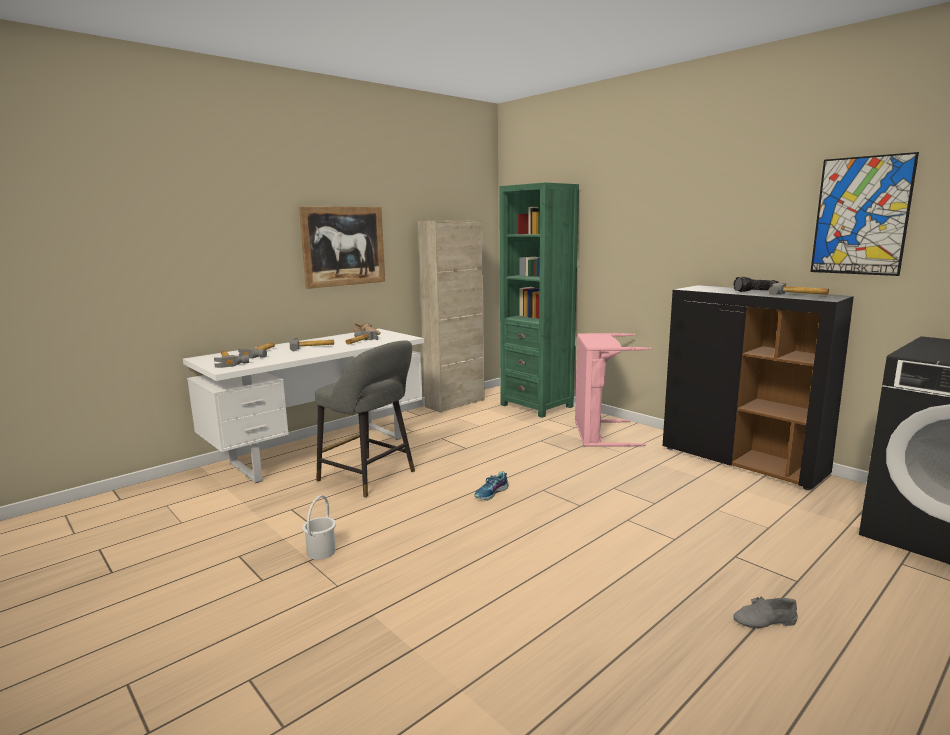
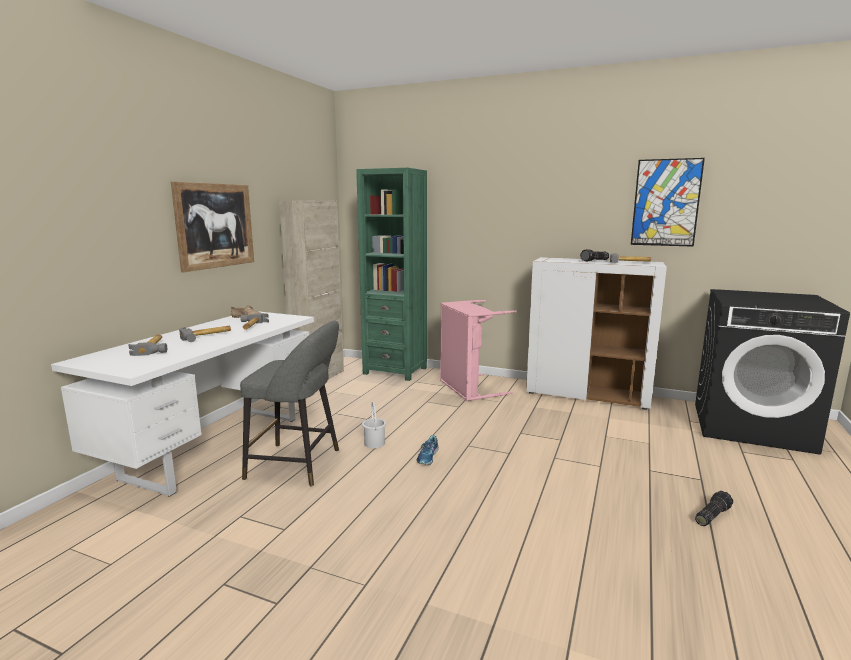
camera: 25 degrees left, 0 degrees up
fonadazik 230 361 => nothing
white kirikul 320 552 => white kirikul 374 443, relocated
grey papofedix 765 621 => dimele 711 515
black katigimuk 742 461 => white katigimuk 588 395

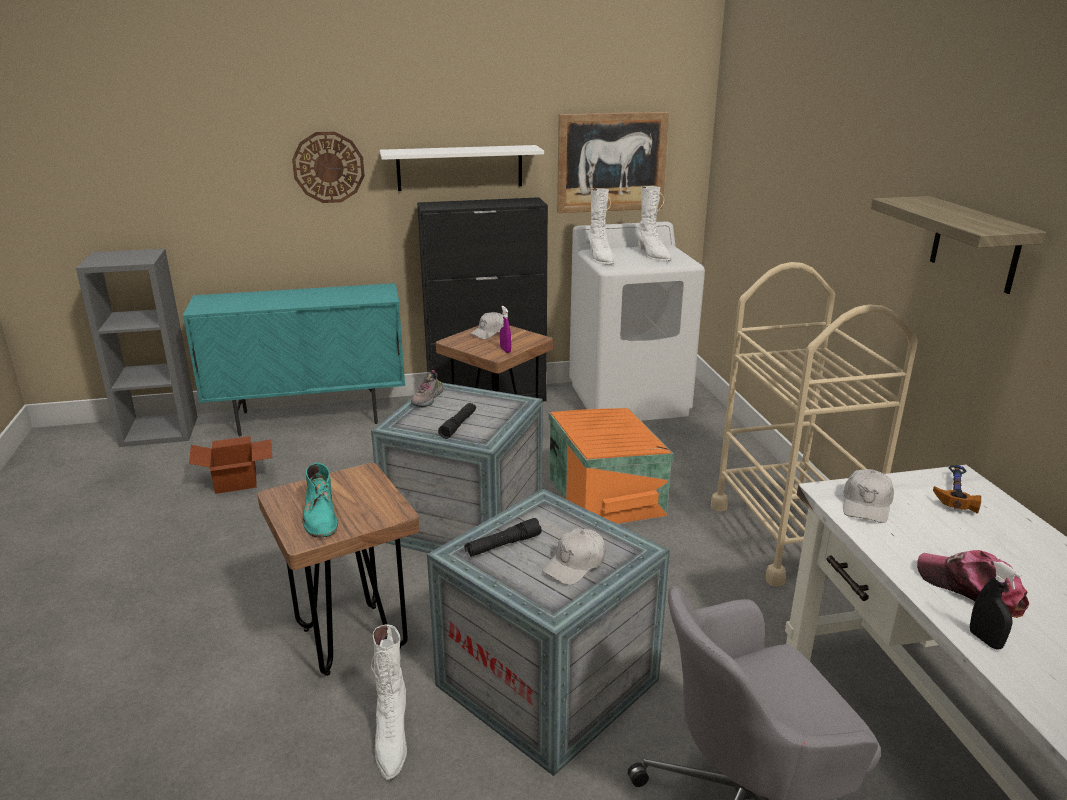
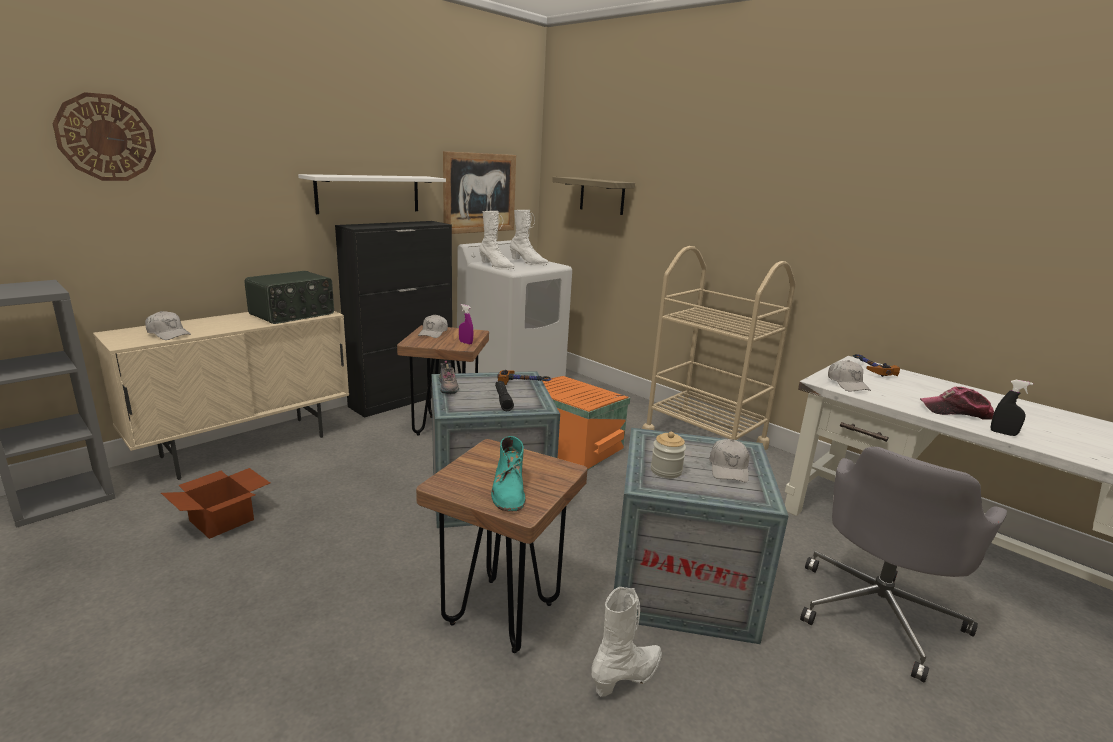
camera: 35 degrees left, 5 degrees down
nothing => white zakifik 168 334
nothing => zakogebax 293 314
nothing => fonadazik 525 383
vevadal 328 167 => vevadal 106 138, relocated
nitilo 975 244 => nitilo 602 196, relocated
black dimele 503 545 => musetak 666 471
turquoise katigimuk 310 418 => beige katigimuk 246 446
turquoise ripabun 320 516 => turquoise ripabun 508 490, 45 degrees clockwise
white ripabun 391 740 => white ripabun 628 677, 90 degrees counterclockwise

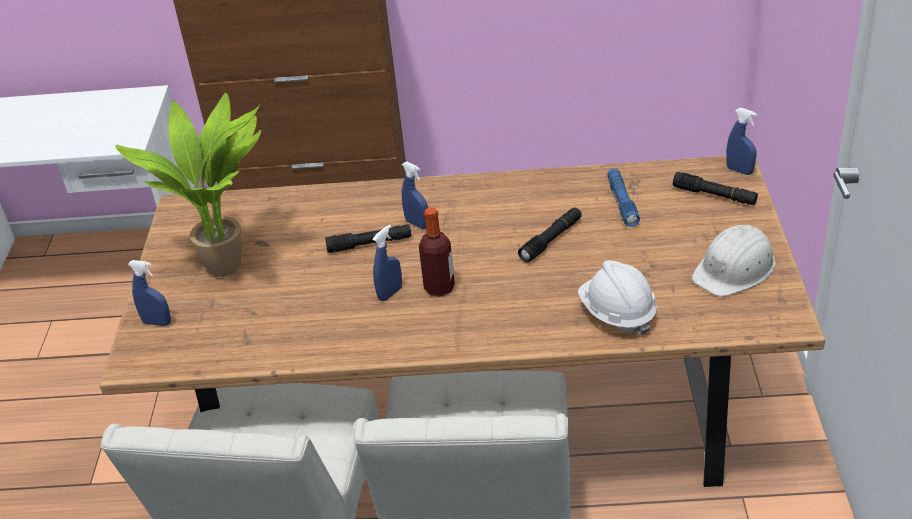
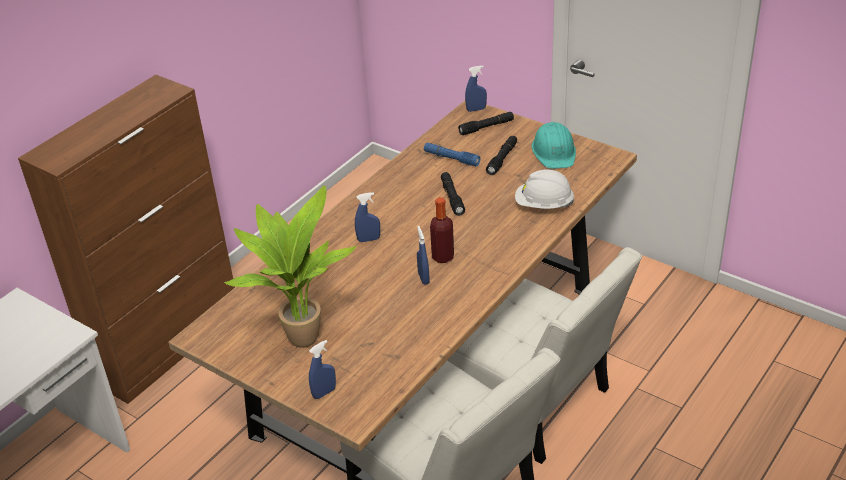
camera: 55 degrees left, 0 degrees up
black dimele 369 244 => black dimele 502 159, relocated
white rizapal 735 269 => turquoise rizapal 554 152

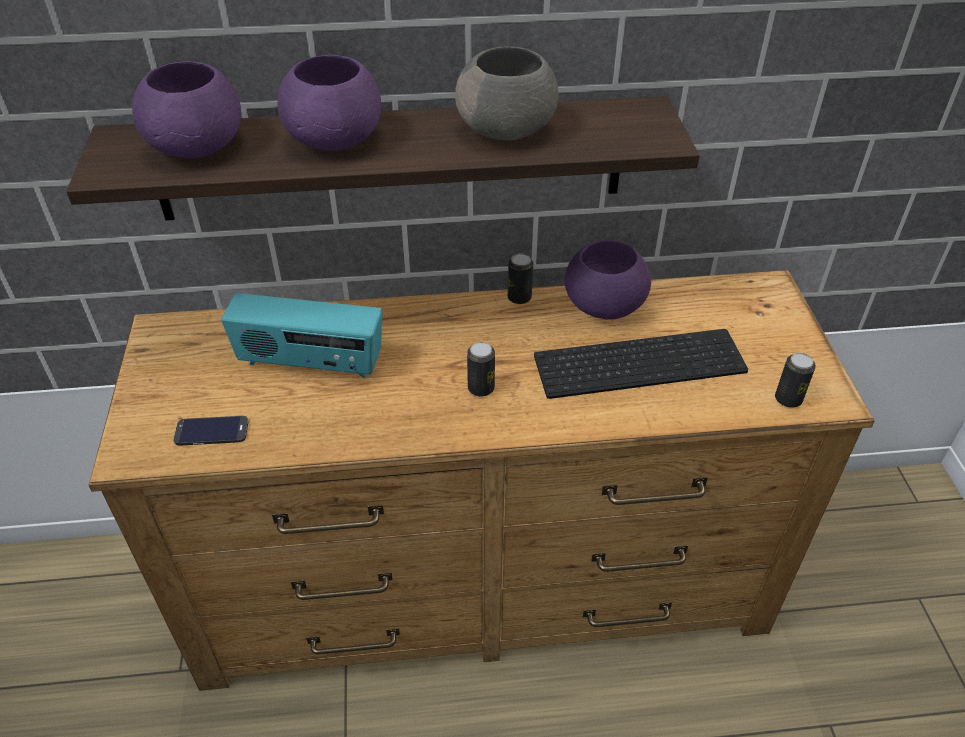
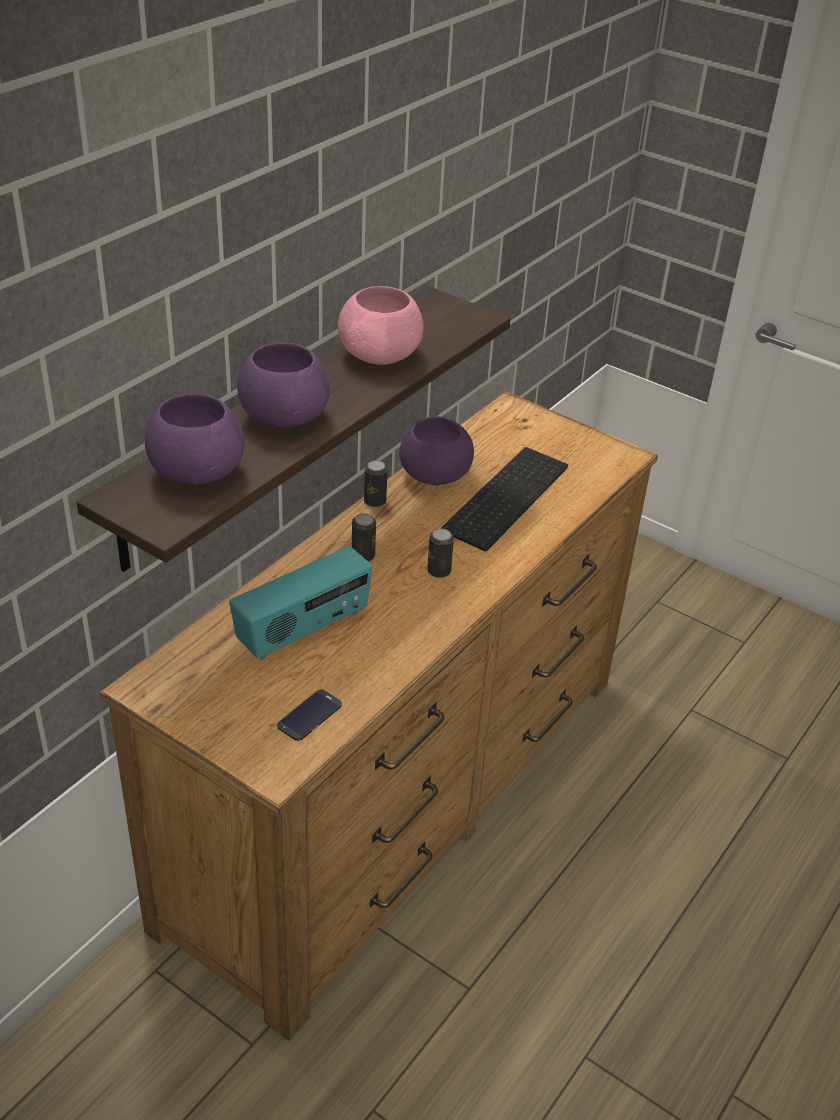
camera: 50 degrees left, 5 degrees down
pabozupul 788 399 => pabozupul 363 556, relocated
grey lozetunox 507 130 => pink lozetunox 381 354

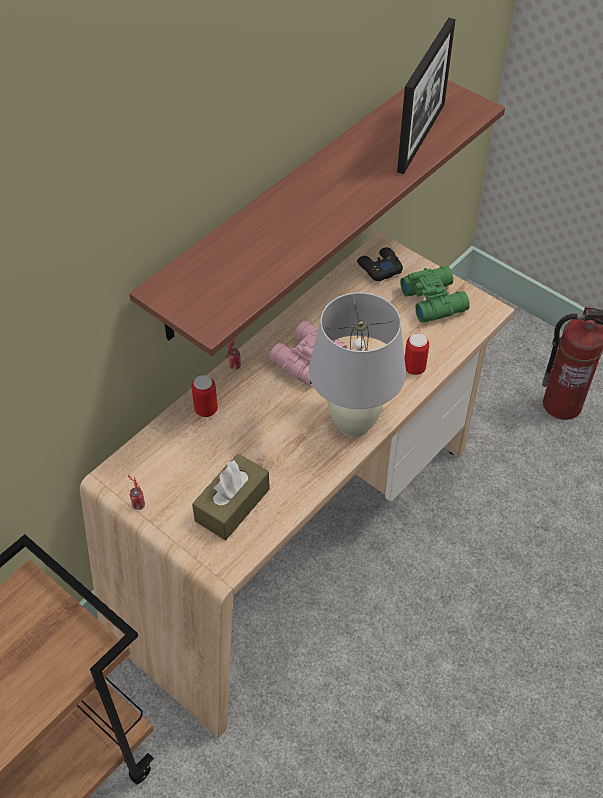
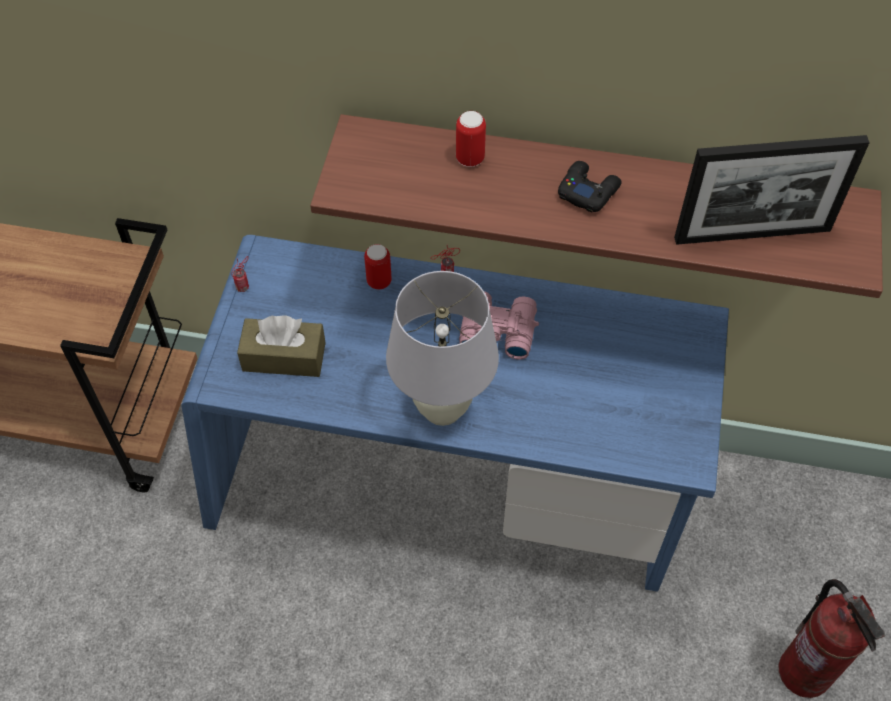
camera: 60 degrees right, 5 degrees up
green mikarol 434 299 => nothing
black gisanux 379 268 => black gisanux 588 191, relocated
pabozupul 414 368 => pabozupul 470 158, relocated
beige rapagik 301 541 => blue rapagik 445 491

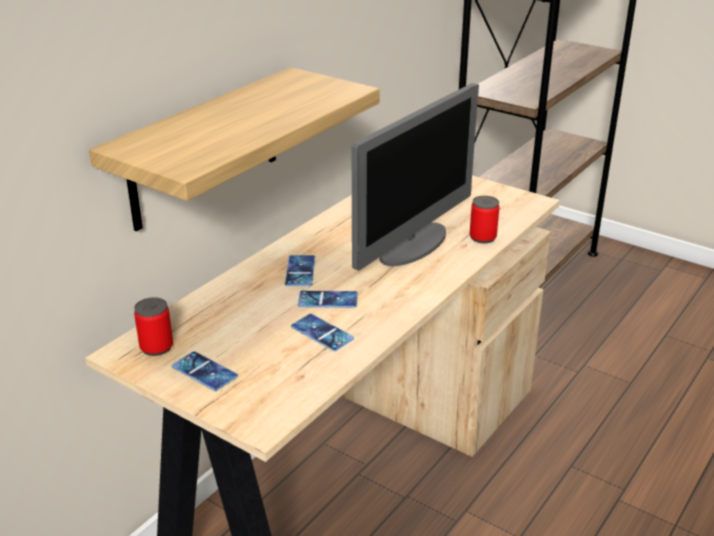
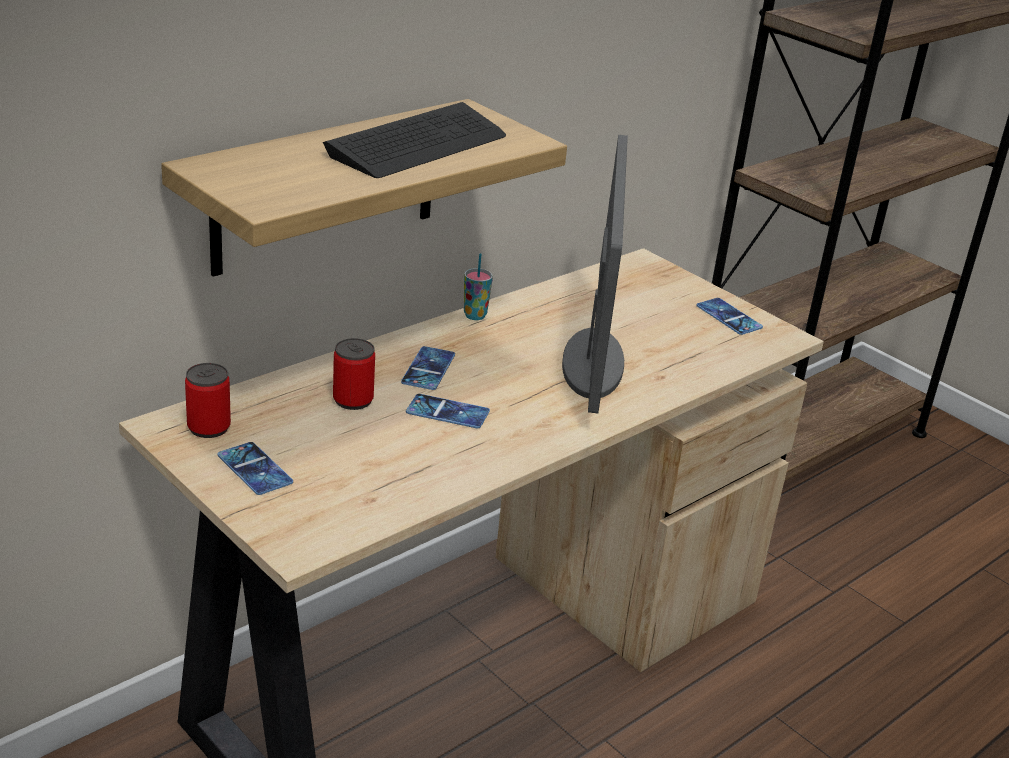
camera: 10 degrees right, 0 degrees up
nothing => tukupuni 418 145
nothing => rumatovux 475 316
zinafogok 322 333 => zinafogok 729 317, relocated
pabozupul 482 237 => pabozupul 353 400, relocated
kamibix 413 245 => kamibix 593 363, 45 degrees counterclockwise

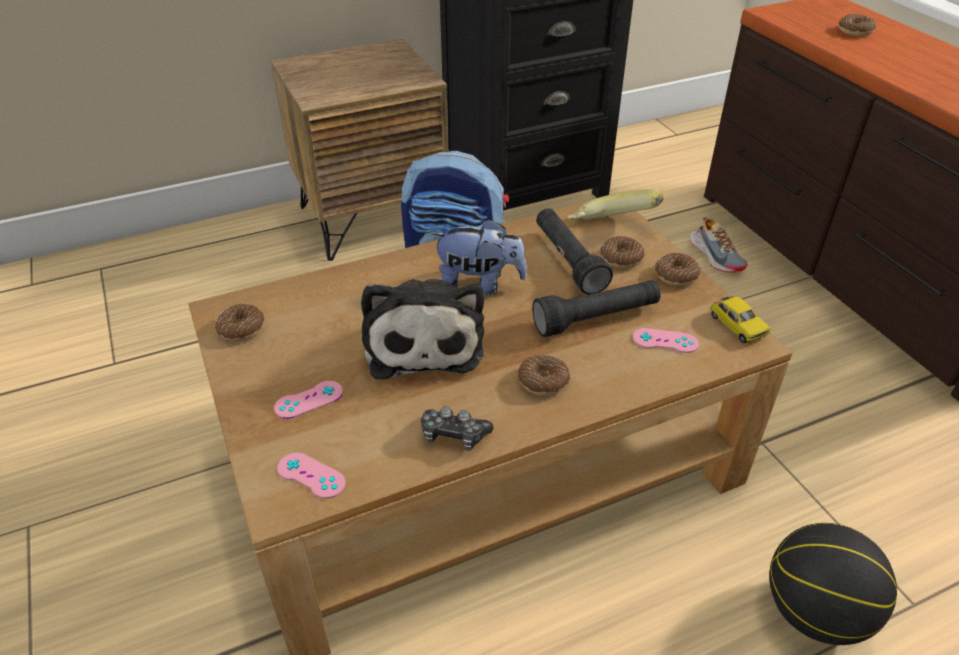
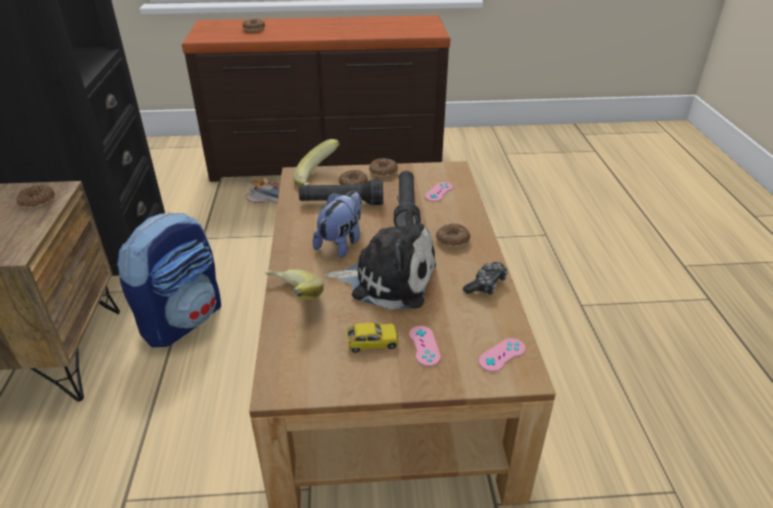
camera: 70 degrees left, 5 degrees down
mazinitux 815 613 => nothing
nothing => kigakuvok 291 299
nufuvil 241 328 => nufuvil 38 202, relocated
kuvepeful 738 326 => kuvepeful 372 342, relocated

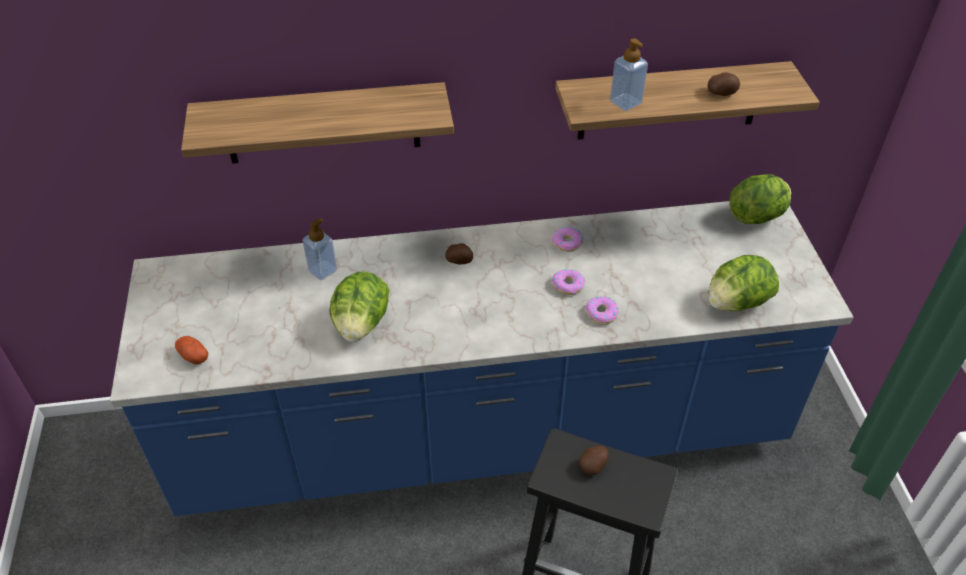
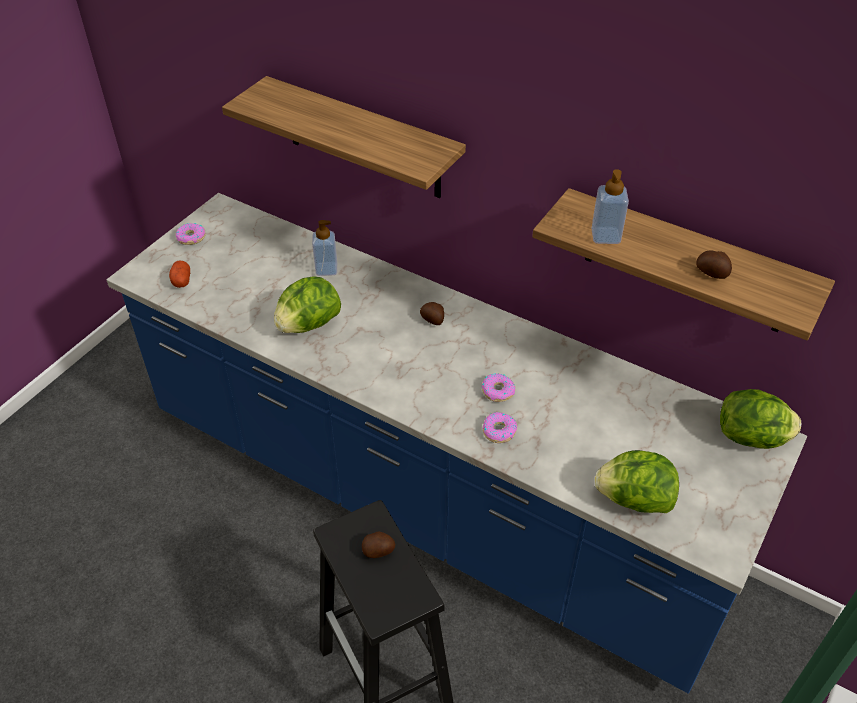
camera: 40 degrees right, 0 degrees up
nufuvil 567 243 => nufuvil 191 238, relocated

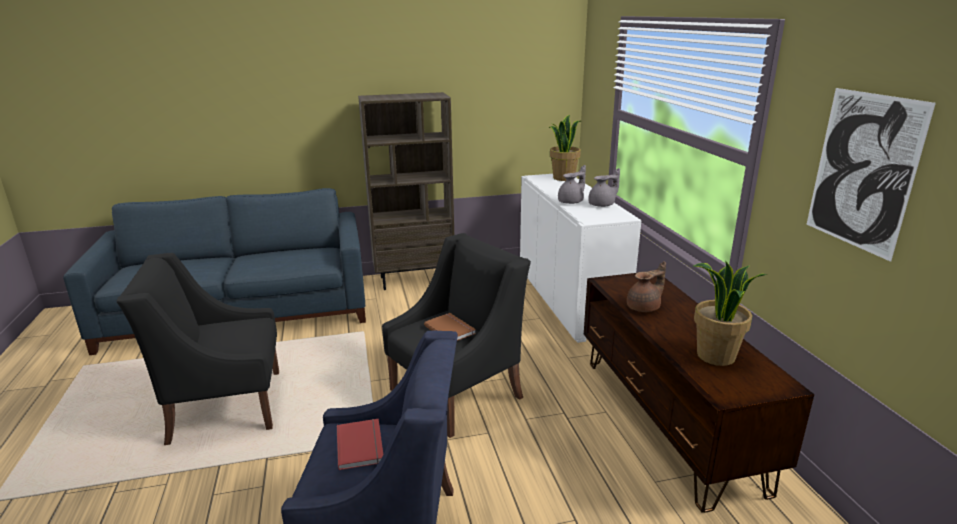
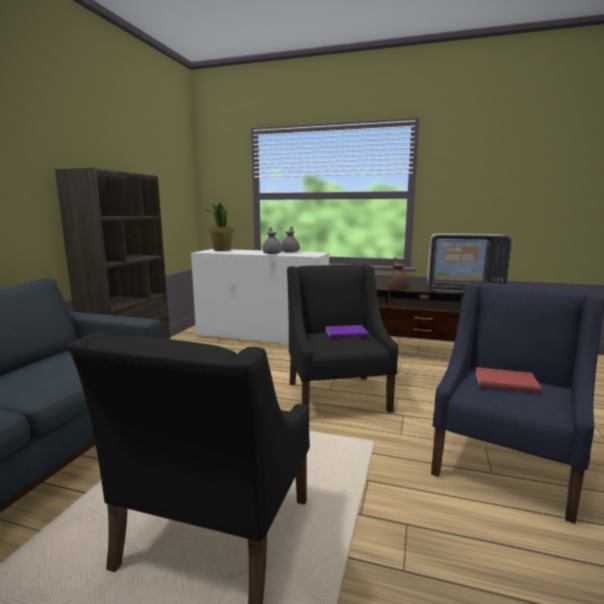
camera: 60 degrees left, 10 degrees down
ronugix 862 171 => nothing
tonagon 715 356 => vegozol 463 289
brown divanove 451 329 => purple divanove 345 333

